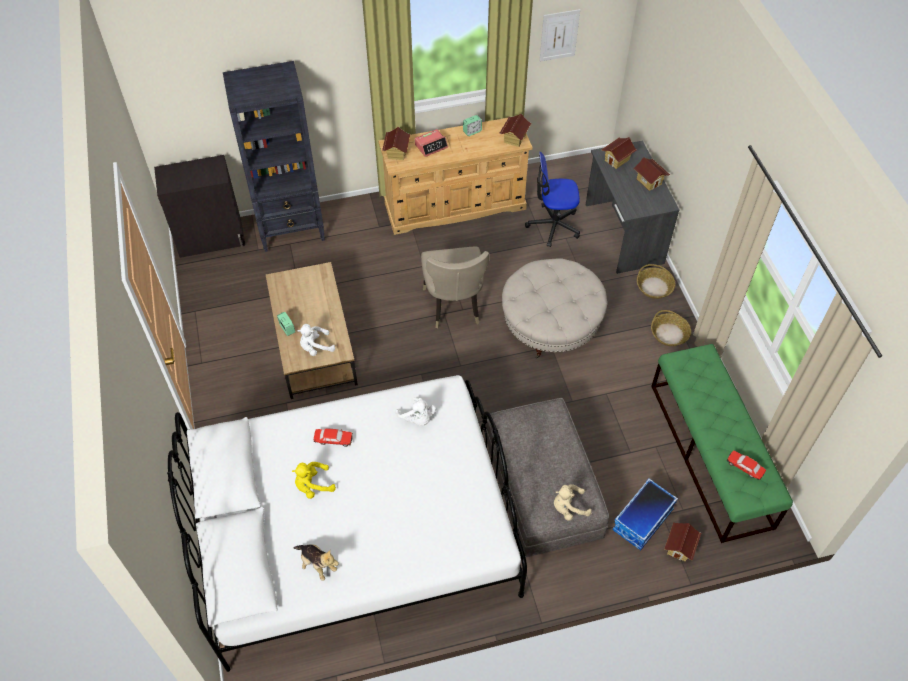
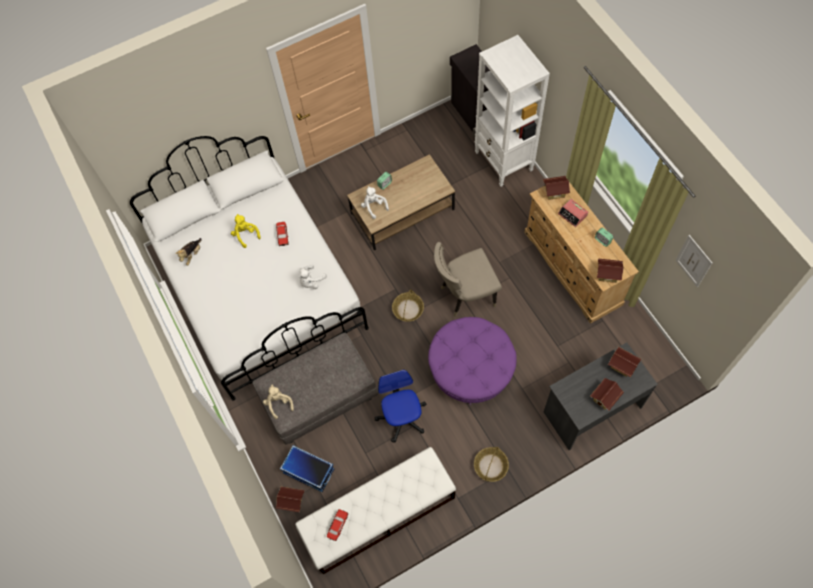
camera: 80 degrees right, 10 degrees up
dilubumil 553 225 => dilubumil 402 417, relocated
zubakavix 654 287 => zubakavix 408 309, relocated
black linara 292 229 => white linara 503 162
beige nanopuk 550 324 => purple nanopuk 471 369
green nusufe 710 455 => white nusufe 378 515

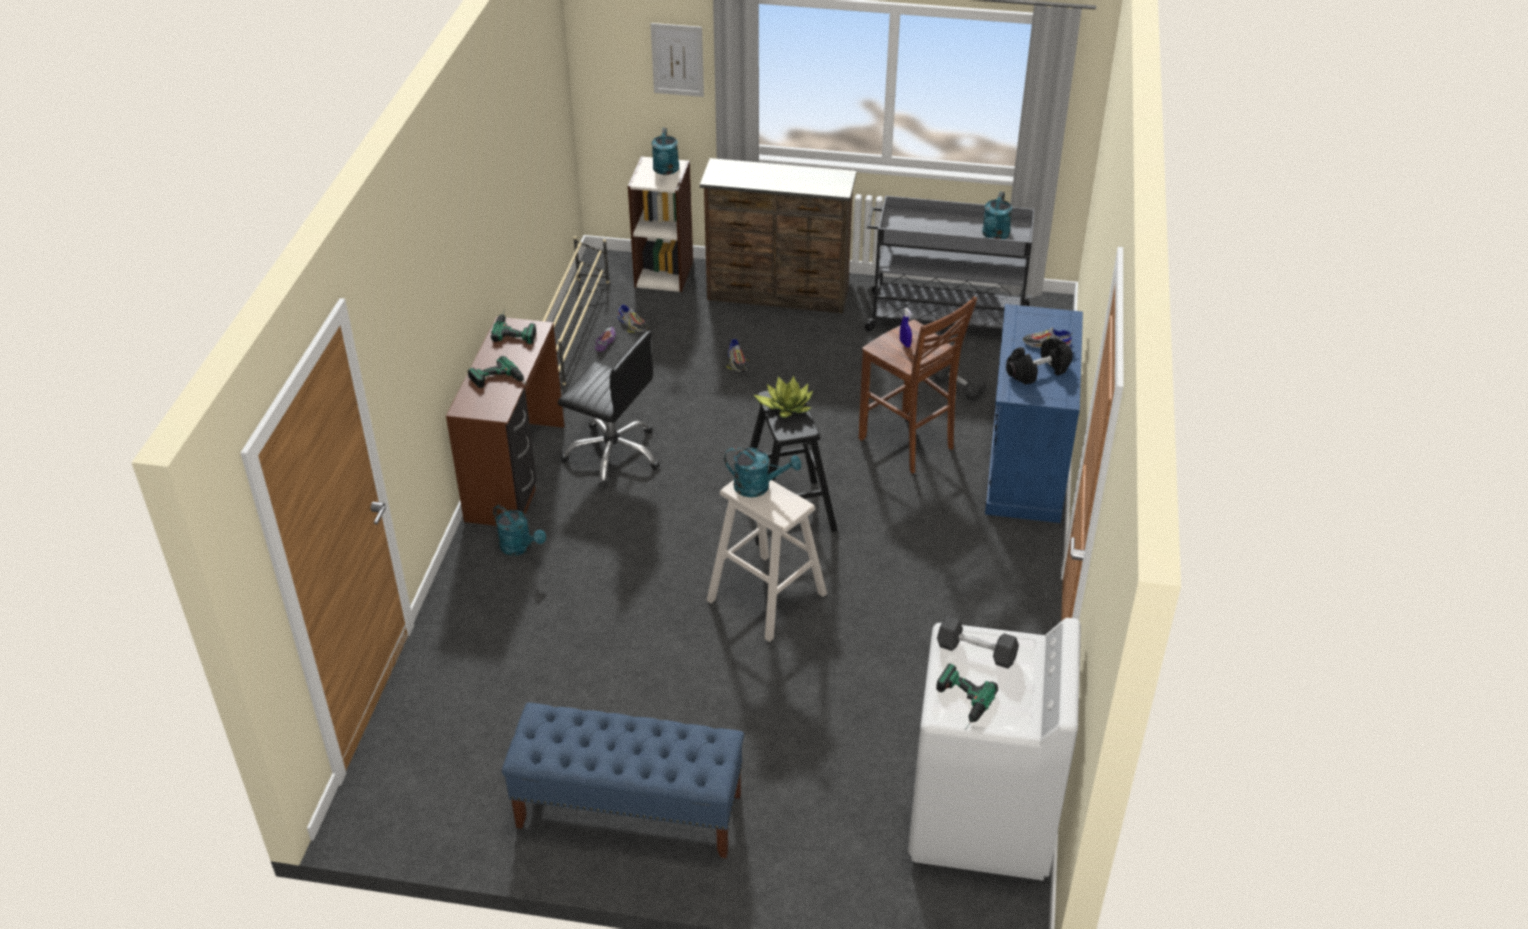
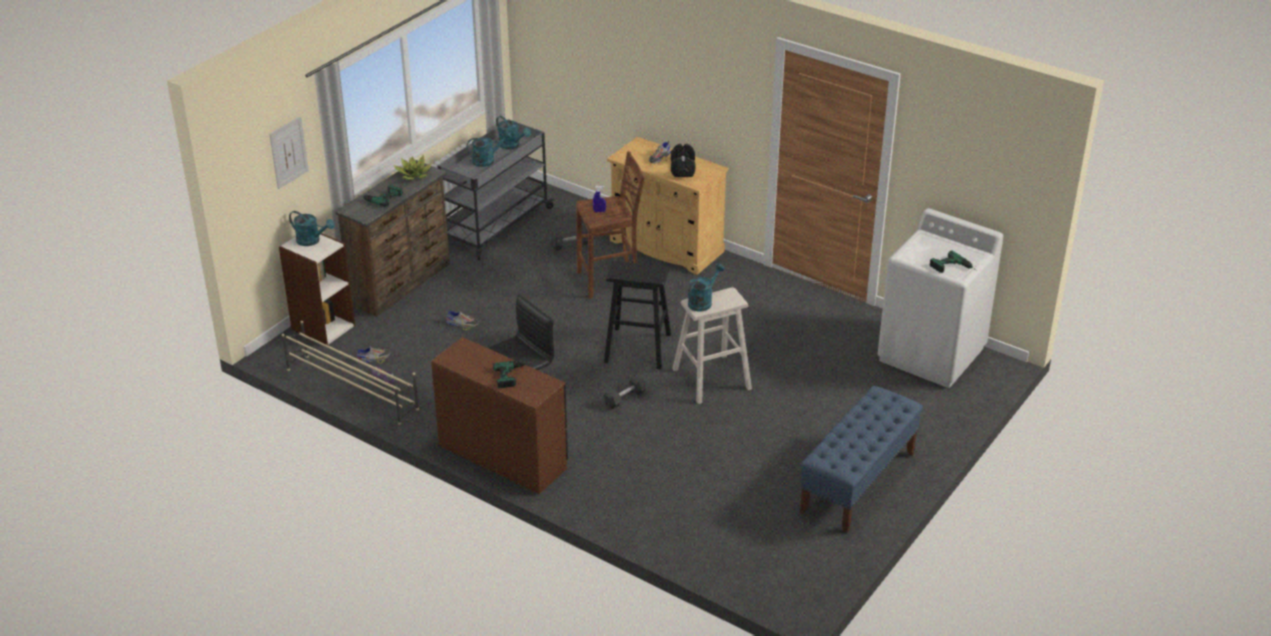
camera: 65 degrees left, 5 degrees down
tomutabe 515 328 => tomutabe 379 197, relocated
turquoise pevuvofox 520 547 => turquoise pevuvofox 487 160, relocated
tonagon 786 406 => tonagon 413 175, relocated
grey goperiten 976 652 => grey goperiten 625 398, relocated
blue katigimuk 1025 467 => beige katigimuk 666 246

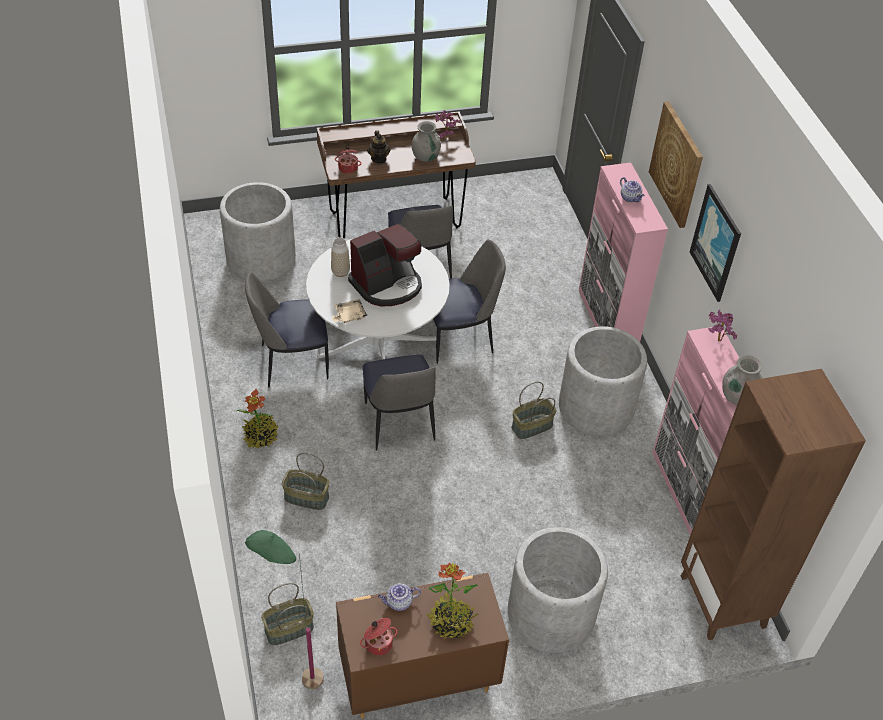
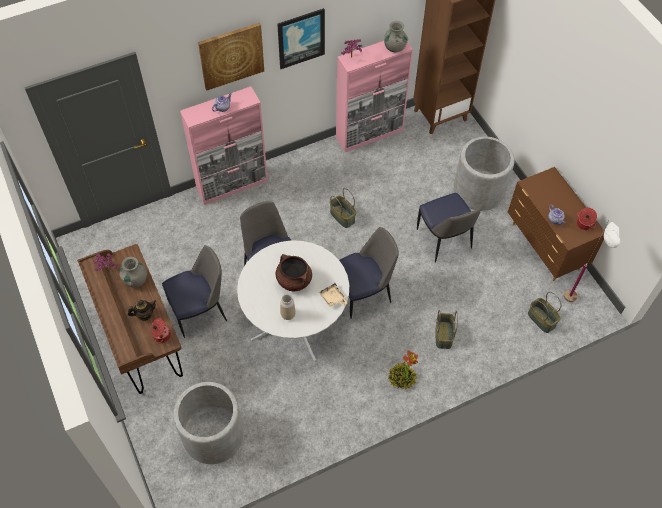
camera: 100 degrees left, 10 degrees up
tonagon 451 622 => nothing
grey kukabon 596 408 => nothing
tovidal 292 363 => tovidal 444 240, relocated
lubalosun 387 285 => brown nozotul 293 280
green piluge 294 677 => white piluge 570 308

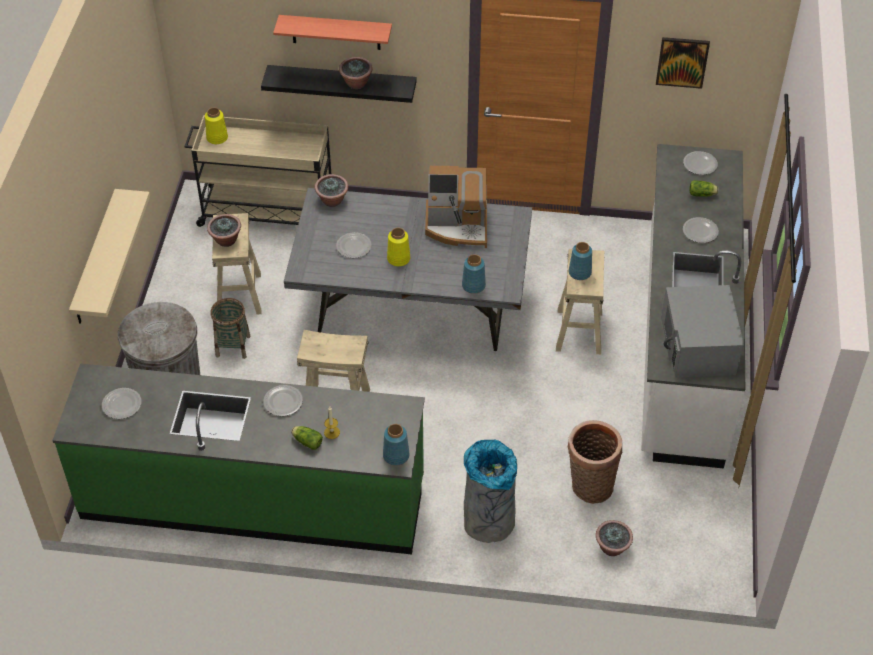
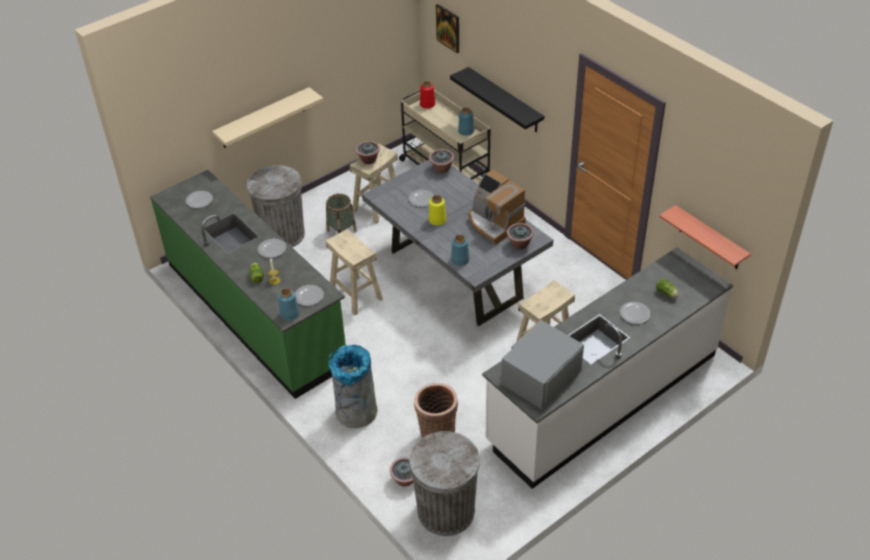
camera: 45 degrees right, 5 degrees down
nothing => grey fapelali 445 511
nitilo 336 32 => nitilo 710 239, relocated
tonagon 356 84 => tonagon 519 244, relocated
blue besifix 579 272 => blue besifix 466 131, relocated
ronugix 682 62 => ronugix 448 28, relocated
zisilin 700 164 => zisilin 308 296, relocated
yellow besifix 217 138 => red besifix 427 104

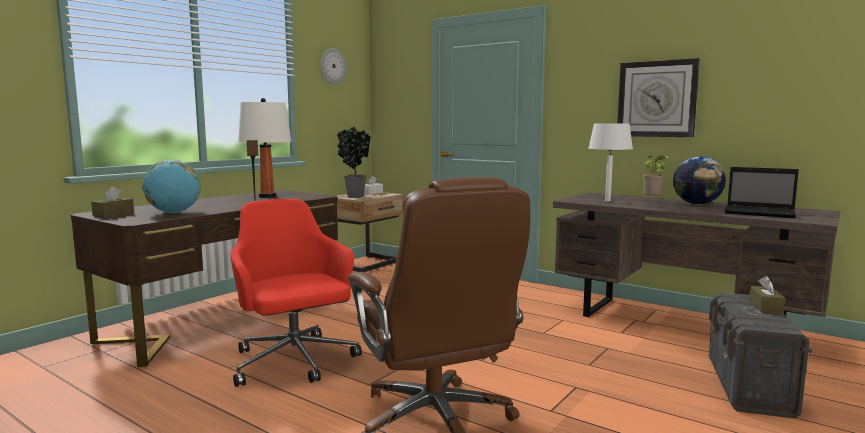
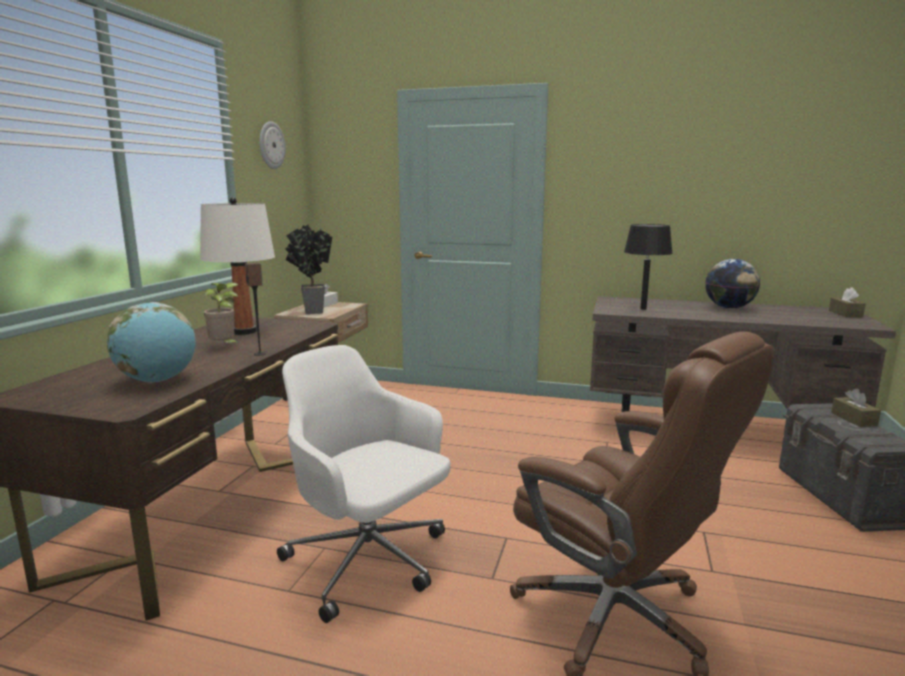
camera: 20 degrees left, 5 degrees up
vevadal 657 99 => nothing
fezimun 761 213 => nothing
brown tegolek 113 214 => brown tegolek 845 314, relocated
tonagon 653 201 => tonagon 224 347, relocated
red dilubumil 294 362 => white dilubumil 369 562
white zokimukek 607 201 => black zokimukek 643 309

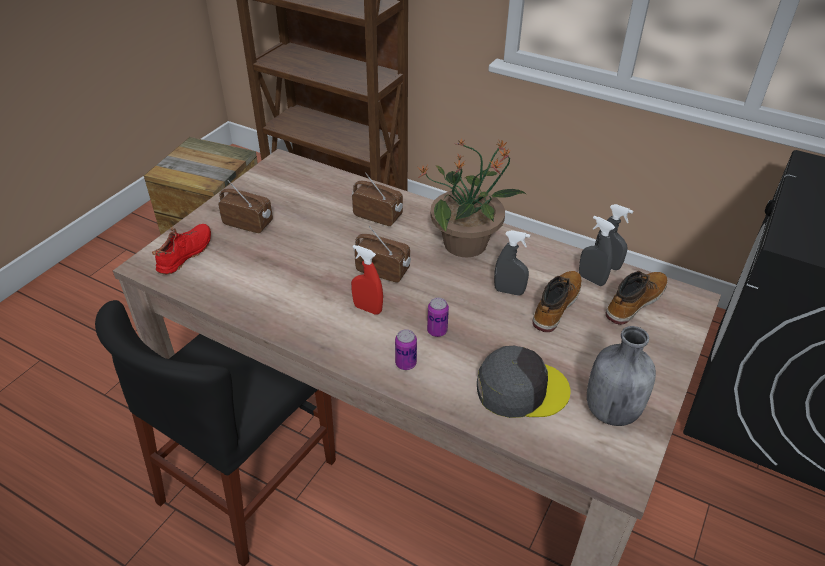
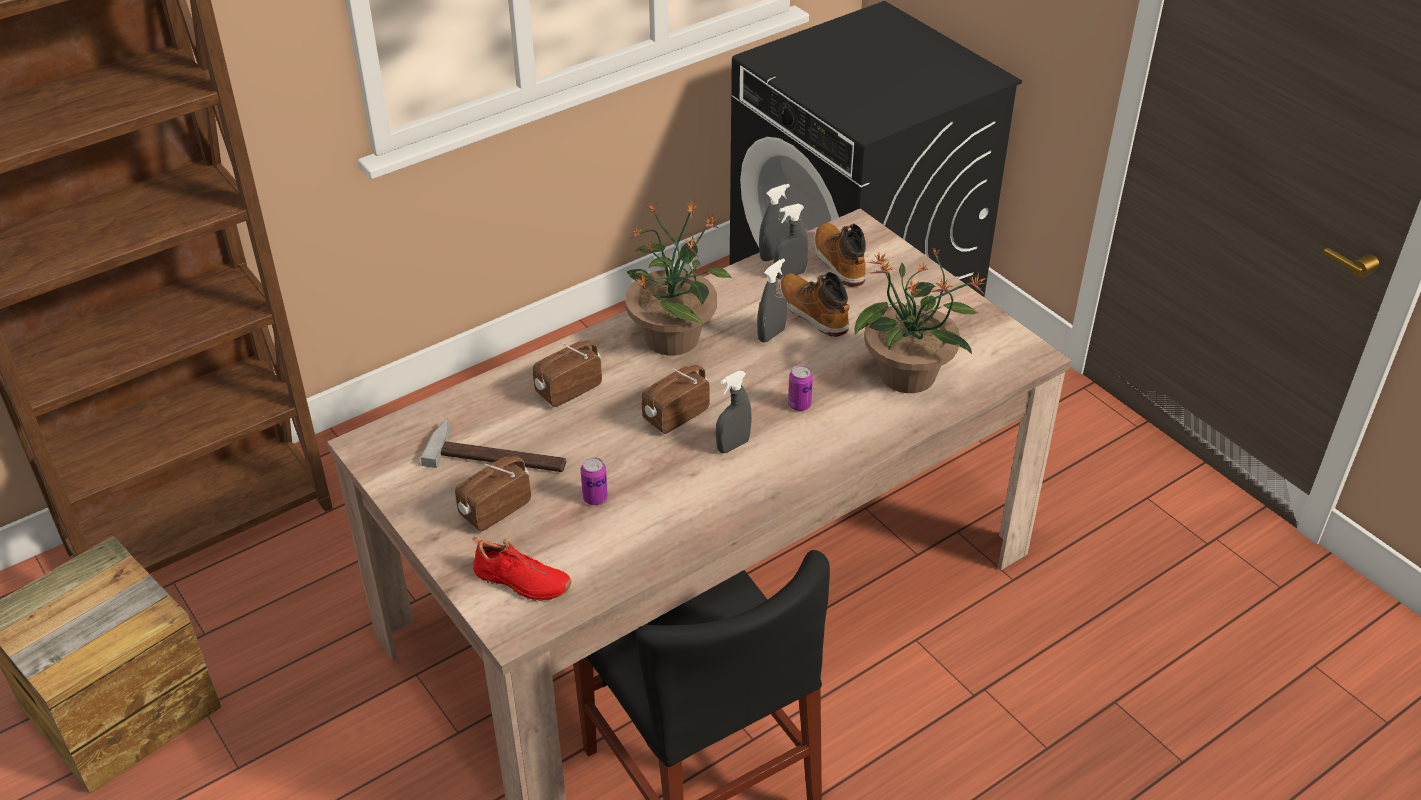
camera: 65 degrees left, 0 degrees up
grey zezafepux 611 410 => nothing
nothing => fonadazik 499 454
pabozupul 406 363 => pabozupul 595 498, relocated
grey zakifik 521 389 => tonagon 909 376
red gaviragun 367 309 => grey gaviragun 733 445
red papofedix 186 255 => red papofedix 521 583, 150 degrees clockwise

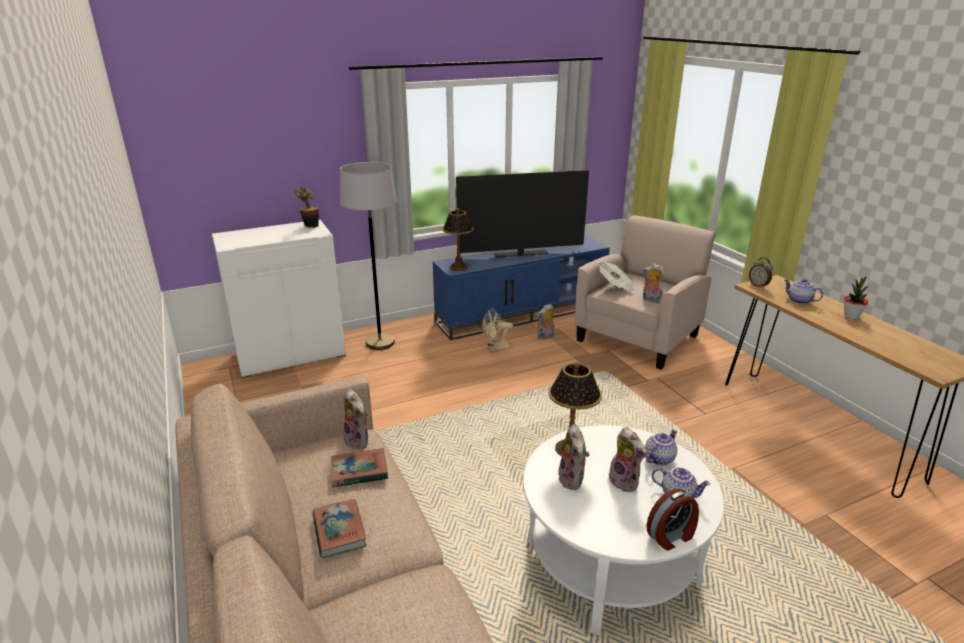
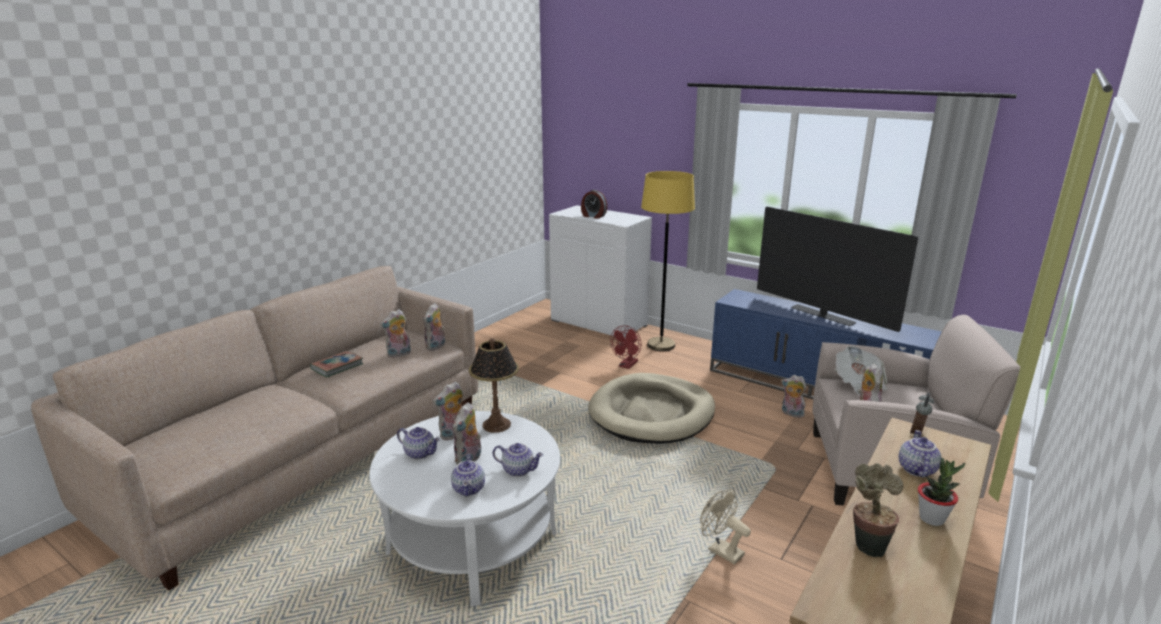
camera: 60 degrees right, 5 degrees down
zokimukek 458 267 => nothing
nothing => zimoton 420 453
nothing => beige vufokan 652 413
nothing => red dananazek 627 365
tonagon 310 226 => tonagon 868 544, relocated
beige dananazek 495 348 => beige dananazek 720 550, relocated
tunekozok 671 536 => tunekozok 593 216, relocated
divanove 359 471 => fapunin 399 354
grey piluge 380 343 => yellow piluge 661 345

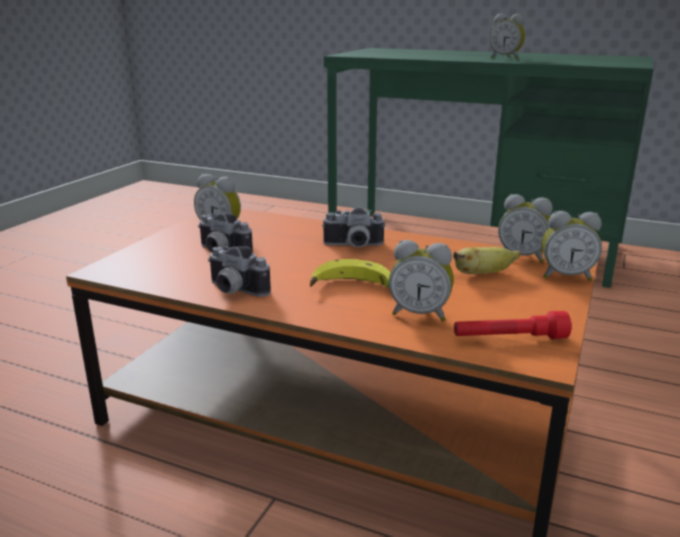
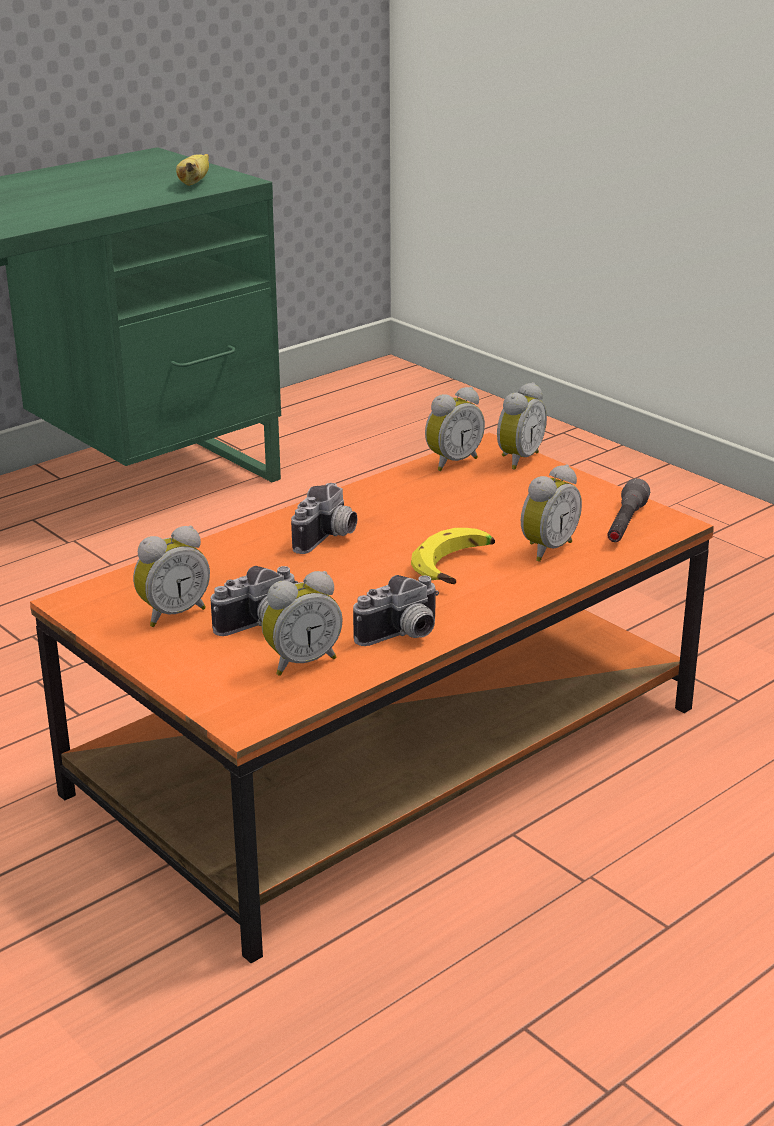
camera: 65 degrees left, 5 degrees up
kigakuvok 483 273 => kigakuvok 194 183, relocated
tunekozok 505 58 => tunekozok 301 661, relocated
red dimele 509 339 => grey dimele 625 525

